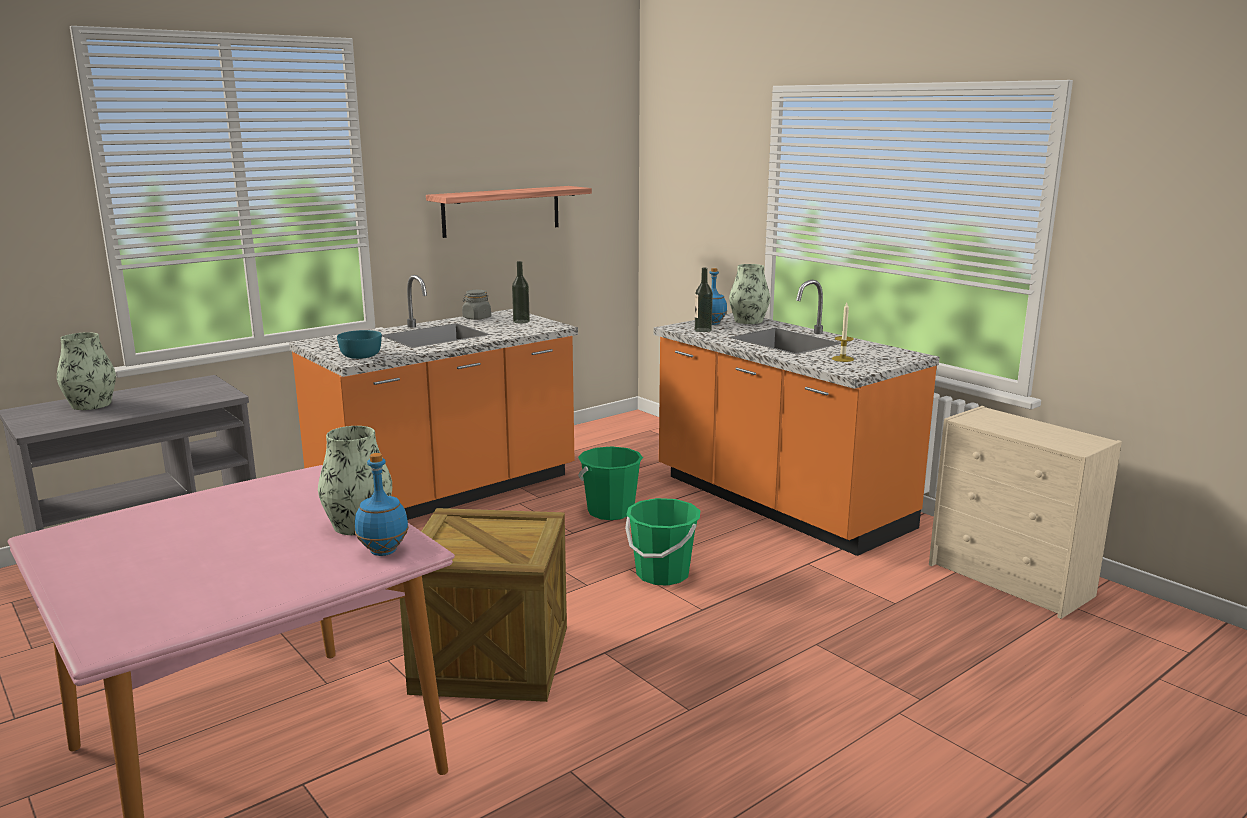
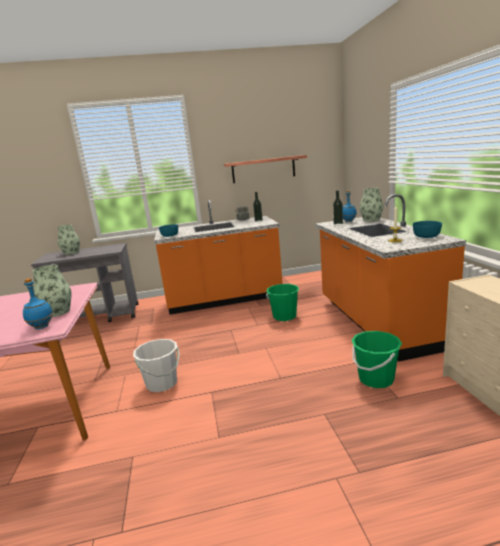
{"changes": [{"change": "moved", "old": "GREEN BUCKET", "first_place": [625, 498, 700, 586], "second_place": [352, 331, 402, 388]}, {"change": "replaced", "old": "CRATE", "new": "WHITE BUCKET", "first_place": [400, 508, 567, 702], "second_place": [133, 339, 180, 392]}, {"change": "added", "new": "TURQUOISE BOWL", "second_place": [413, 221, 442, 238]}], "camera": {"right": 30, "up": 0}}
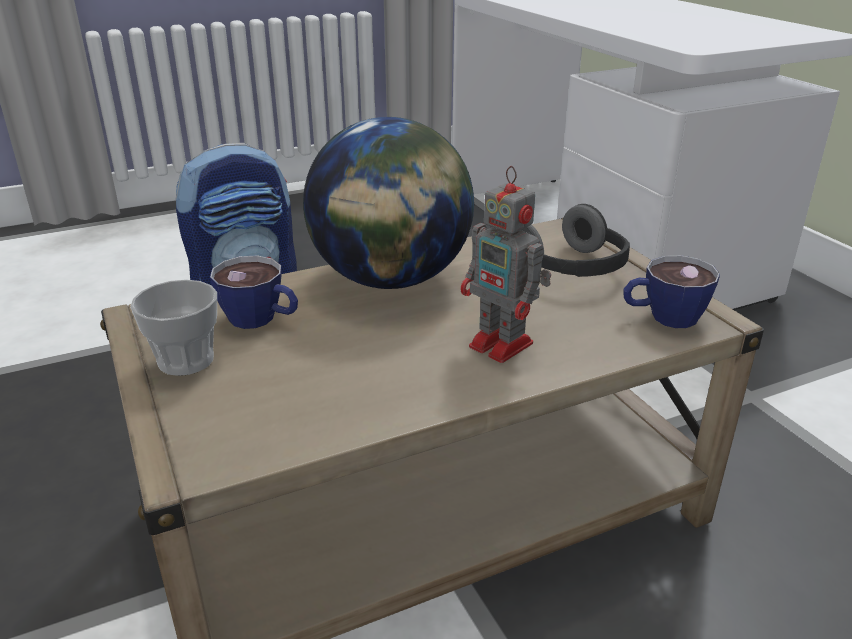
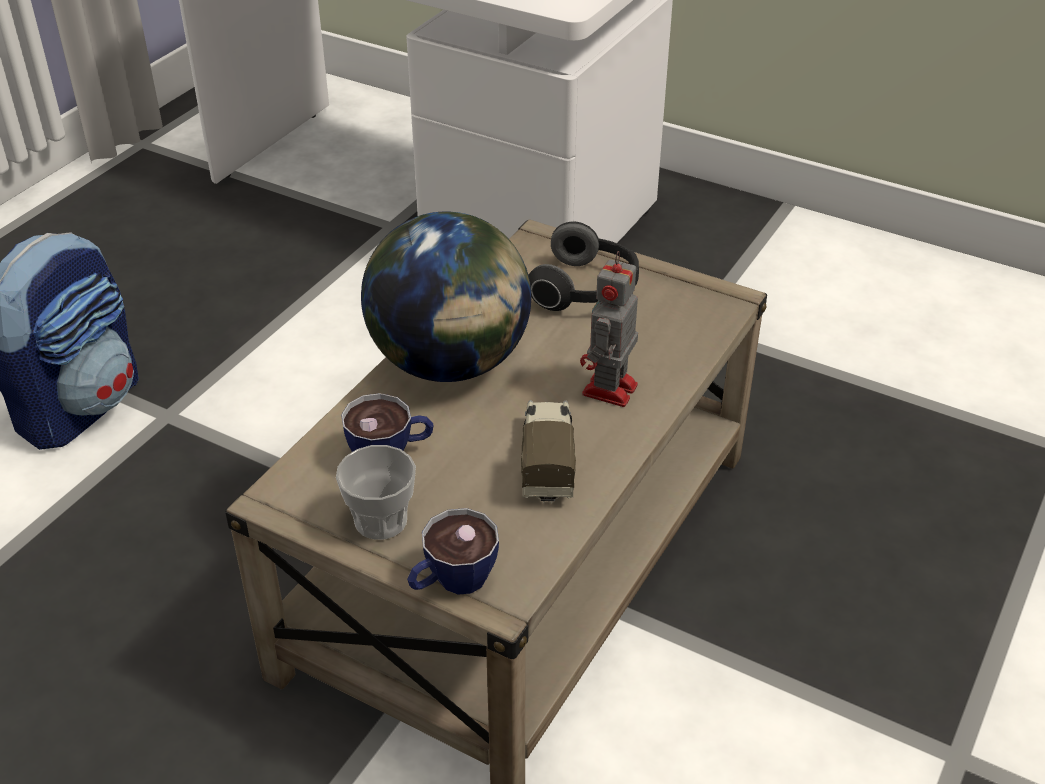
{"changes": [{"change": "turned", "old": "TOY ROBOT", "first_place": [461, 166, 551, 363], "second_place": [580, 251, 638, 407], "degrees": 105}, {"change": "moved", "old": "CUP", "first_place": [623, 255, 720, 328], "second_place": [407, 508, 499, 595]}, {"change": "added", "new": "TOY TRUCK", "second_place": [521, 400, 576, 504]}], "camera": {"right": -35, "up": 10}}
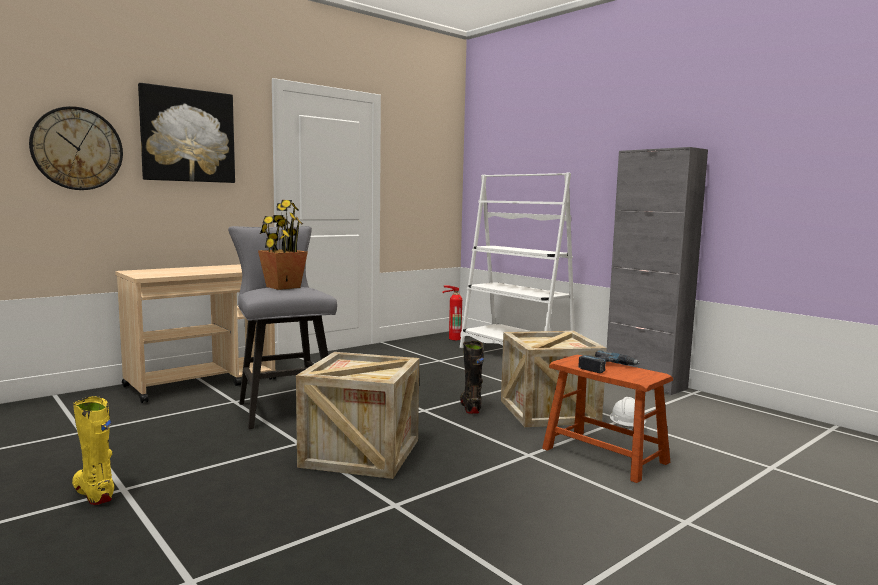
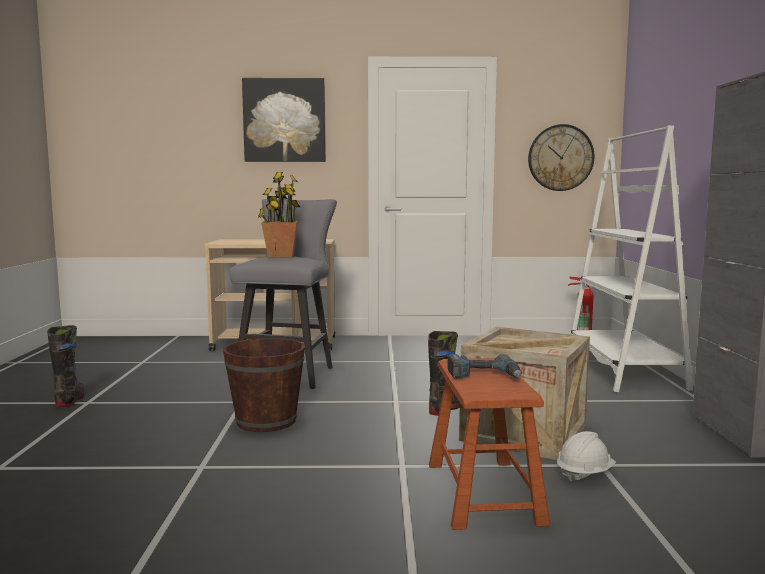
{"changes": [{"change": "moved", "old": "WALL CLOCK", "first_place": [29, 106, 123, 190], "second_place": [528, 124, 595, 191]}, {"change": "replaced", "old": "CRATE", "new": "BROWN BUCKET", "first_place": [296, 352, 419, 479], "second_place": [223, 335, 305, 432]}, {"change": "recoloured", "old": "YELLOW BOOT", "new": "BLACK BOOT", "first_place": [72, 396, 114, 505], "second_place": [47, 325, 86, 407]}], "camera": {"right": 40, "up": 0}}
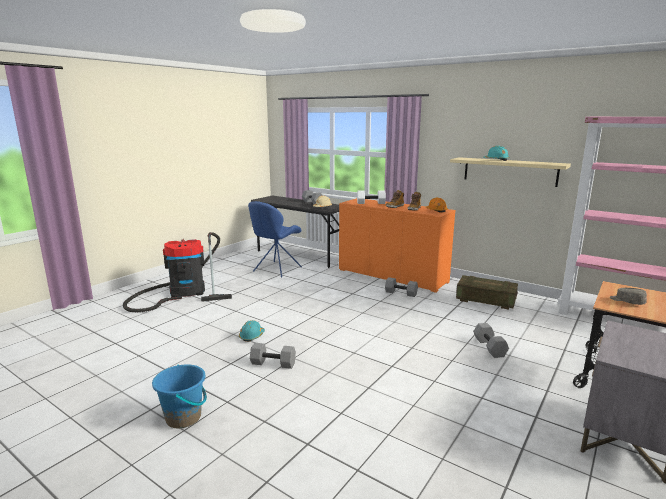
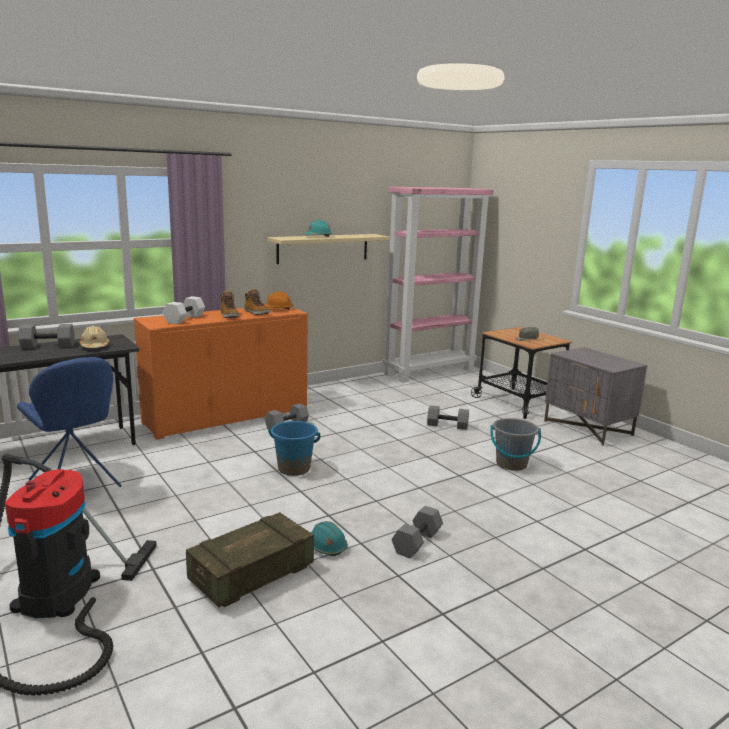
{"changes": [{"change": "moved", "old": "CRATE", "first_place": [456, 275, 518, 310], "second_place": [186, 512, 314, 608]}, {"change": "moved", "old": "BLUE BUCKET", "first_place": [152, 364, 207, 428], "second_place": [268, 421, 320, 476]}, {"change": "added", "new": "GREY BUCKET", "second_place": [490, 418, 541, 471]}], "camera": {"right": -70, "up": 0}}
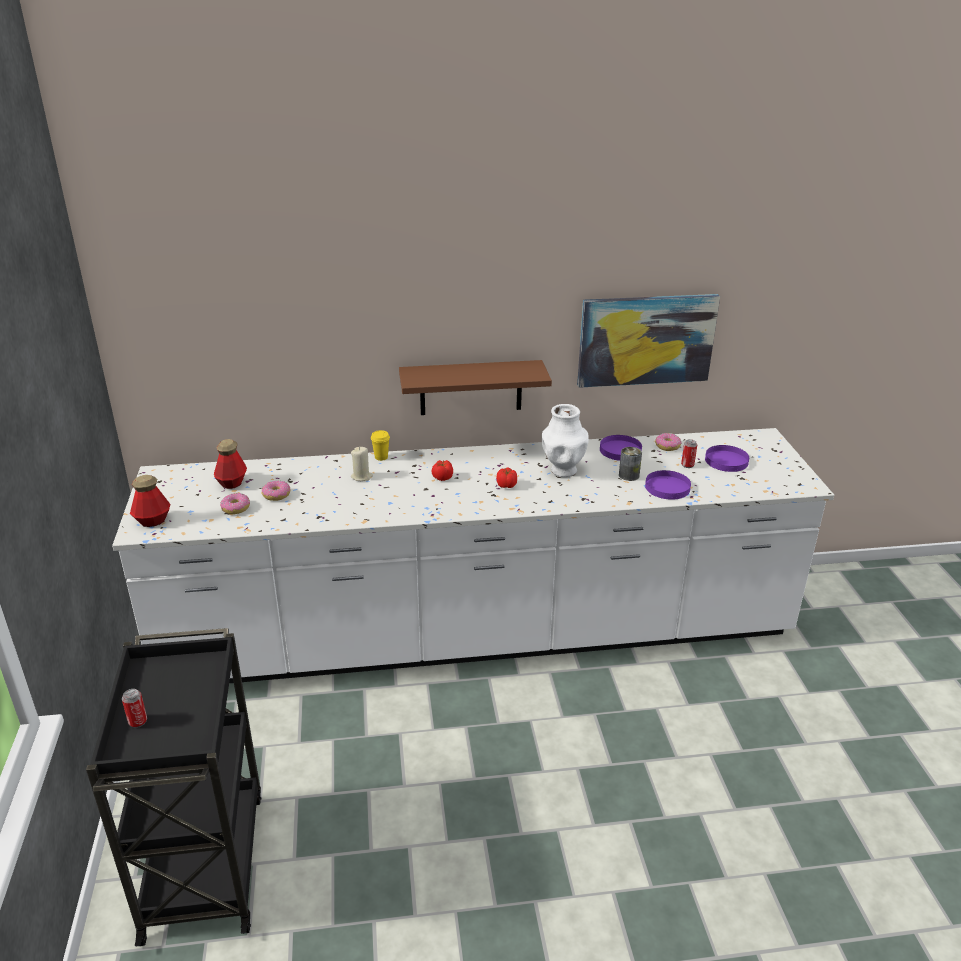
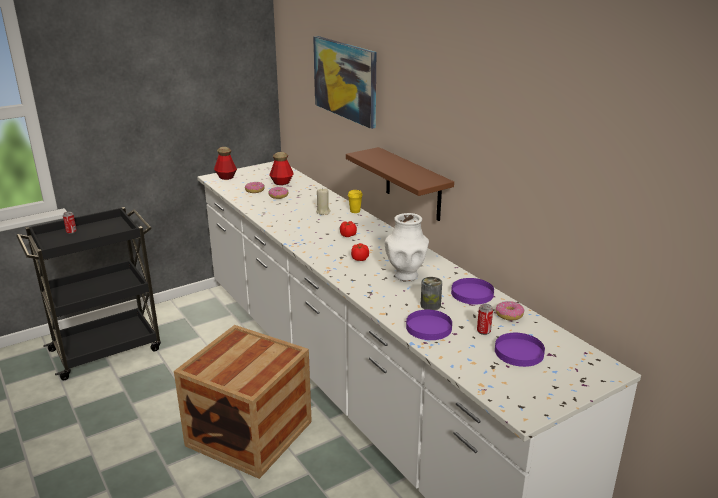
{"changes": [{"change": "moved", "old": "PICTURE", "first_place": [577, 294, 720, 388], "second_place": [313, 36, 376, 129]}, {"change": "added", "new": "CRATE", "second_place": [174, 325, 312, 479]}], "camera": {"right": 65, "up": -5}}
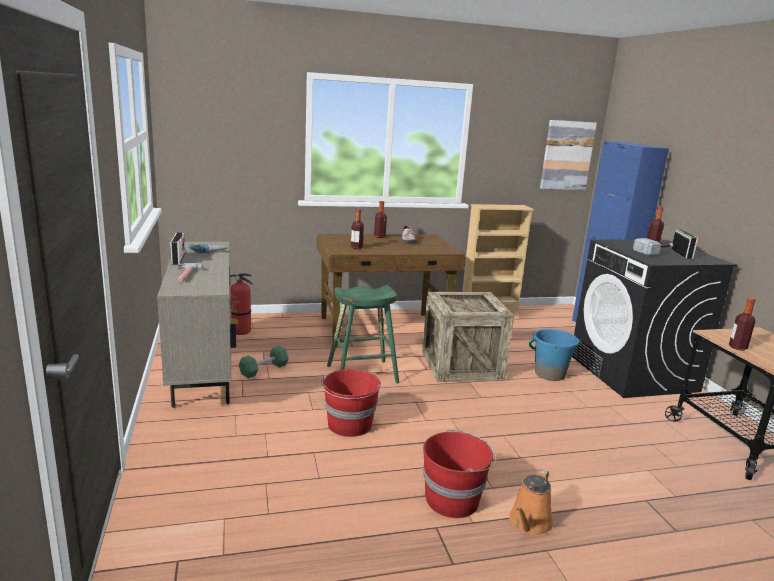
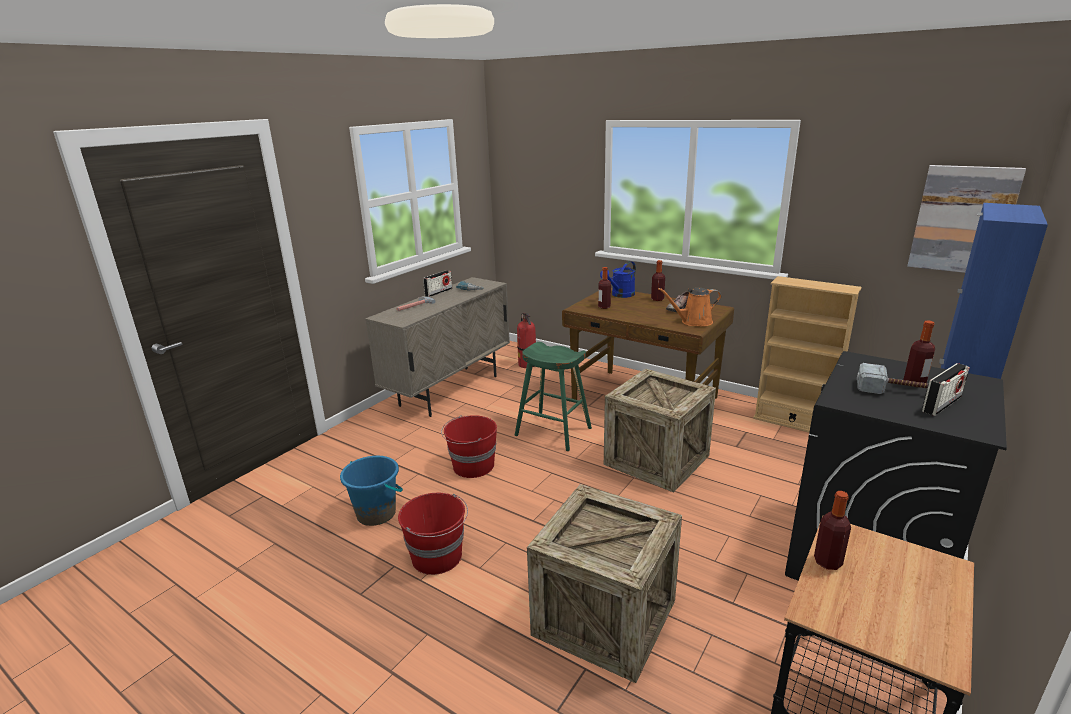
{"changes": [{"change": "moved", "old": "BLUE BUCKET", "first_place": [529, 329, 580, 381], "second_place": [340, 456, 403, 526]}, {"change": "removed", "old": "GREEN DUMBBELL", "first_place": [239, 346, 289, 378]}, {"change": "moved", "old": "ORANGE WATERING CAN", "first_place": [509, 469, 553, 536], "second_place": [658, 288, 721, 327]}, {"change": "added", "new": "BLUE WATERING CAN", "second_place": [600, 261, 636, 298]}, {"change": "added", "new": "CRATE", "second_place": [527, 484, 682, 683]}], "camera": {"right": 50, "up": 5}}
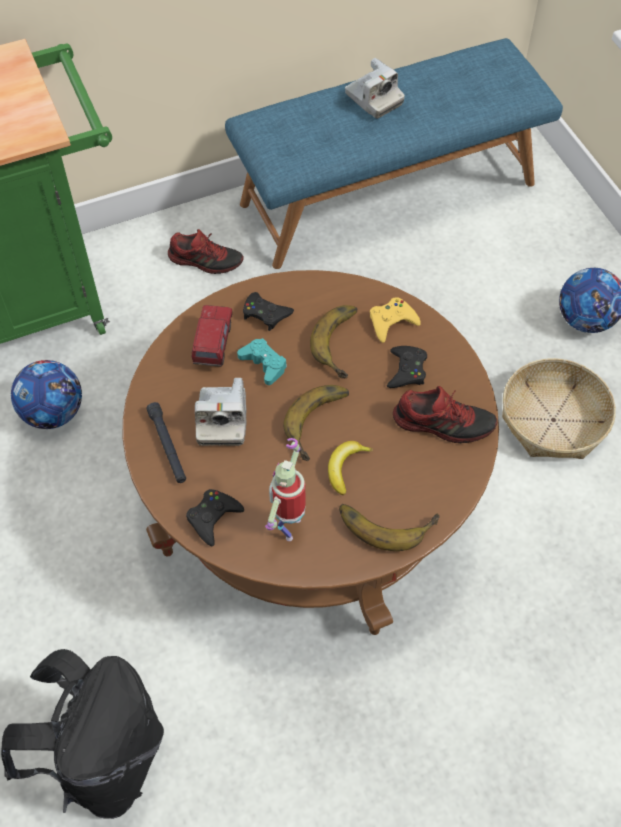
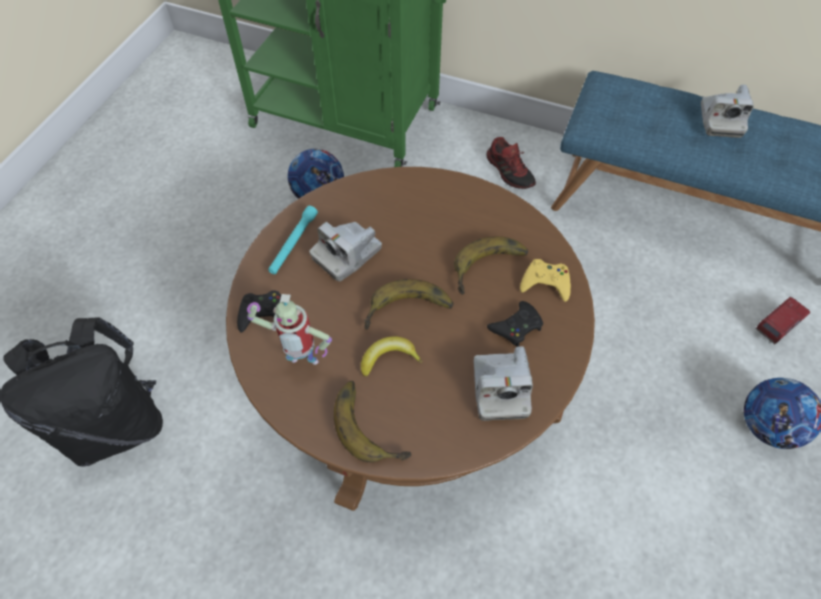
{"changes": [{"change": "removed", "old": "BLACK GAME CONTROLLER", "first_place": [243, 292, 294, 331]}, {"change": "moved", "old": "TOY TRUCK", "first_place": [191, 305, 232, 367], "second_place": [756, 297, 810, 344]}, {"change": "removed", "old": "TURQUOISE GAME CONTROLLER", "first_place": [237, 338, 287, 385]}, {"change": "removed", "old": "BASKET", "first_place": [502, 358, 616, 459]}, {"change": "replaced", "old": "SHOE", "new": "PHOTO CAMERA", "first_place": [393, 386, 497, 443], "second_place": [474, 346, 533, 421]}, {"change": "recoloured", "old": "BLACK FLASHLIGHT", "new": "TURQUOISE FLASHLIGHT", "first_place": [146, 402, 186, 483], "second_place": [268, 206, 318, 274]}, {"change": "turned", "old": "TOY ROBOT", "first_place": [265, 438, 305, 541], "second_place": [247, 294, 332, 365], "degrees": -150}], "camera": {"right": 45, "up": 0}}
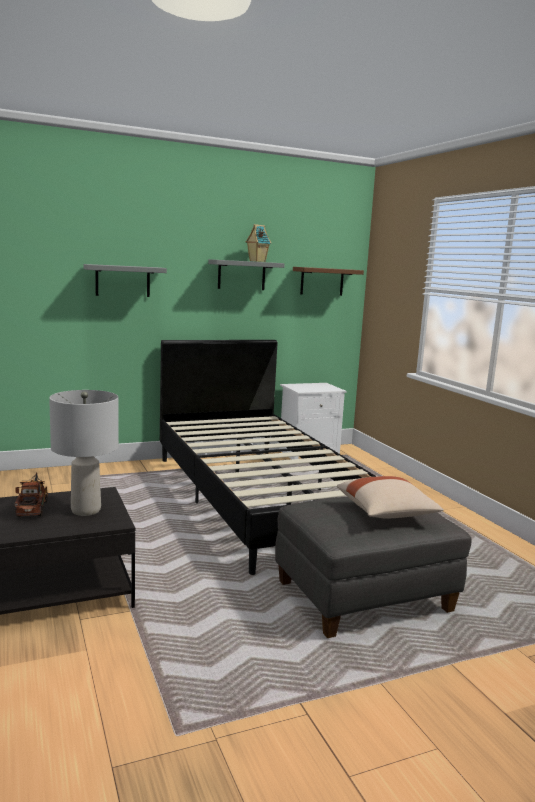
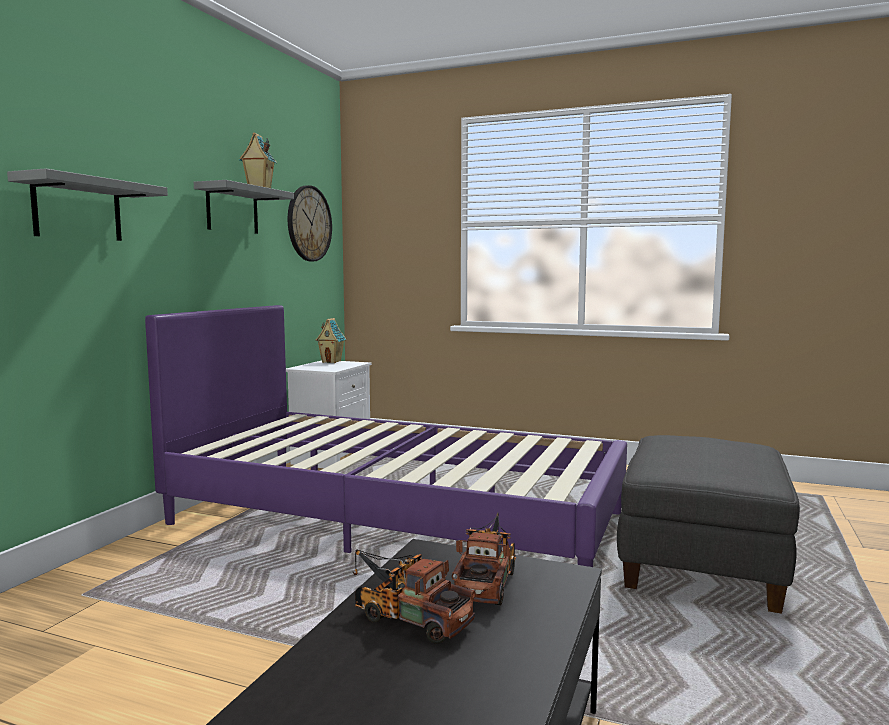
{"changes": [{"change": "replaced", "old": "BROWN SHELF", "new": "WALL CLOCK", "first_place": [293, 267, 364, 296], "second_place": [288, 185, 332, 261]}, {"change": "recoloured", "old": "BLACK BED", "new": "PURPLE BED", "first_place": [160, 340, 377, 575], "second_place": [145, 305, 627, 567]}, {"change": "replaced", "old": "GREY TABLE LAMP", "new": "TOY TRUCK", "first_place": [49, 390, 119, 516], "second_place": [452, 513, 516, 605]}, {"change": "removed", "old": "BEIGE PILLOW", "first_place": [337, 476, 444, 519]}, {"change": "added", "new": "TOY HOUSE", "second_place": [316, 318, 346, 363]}], "camera": {"right": -45, "up": -5}}
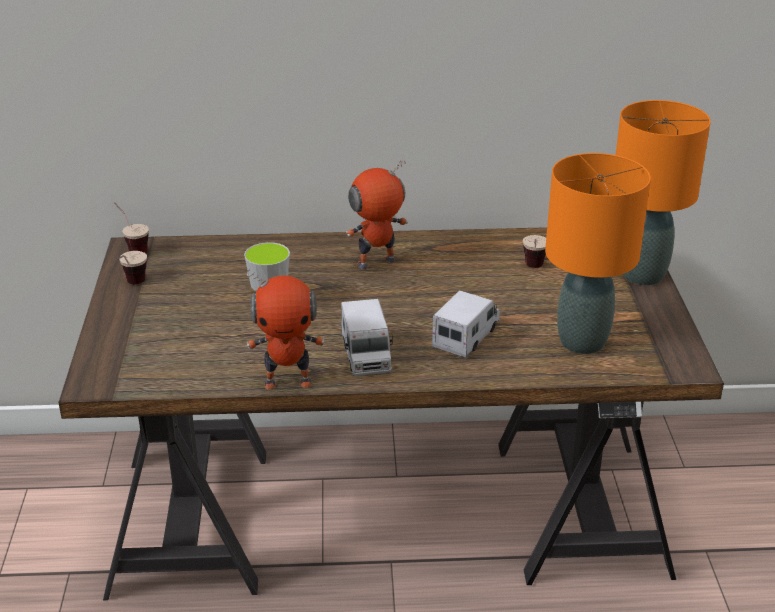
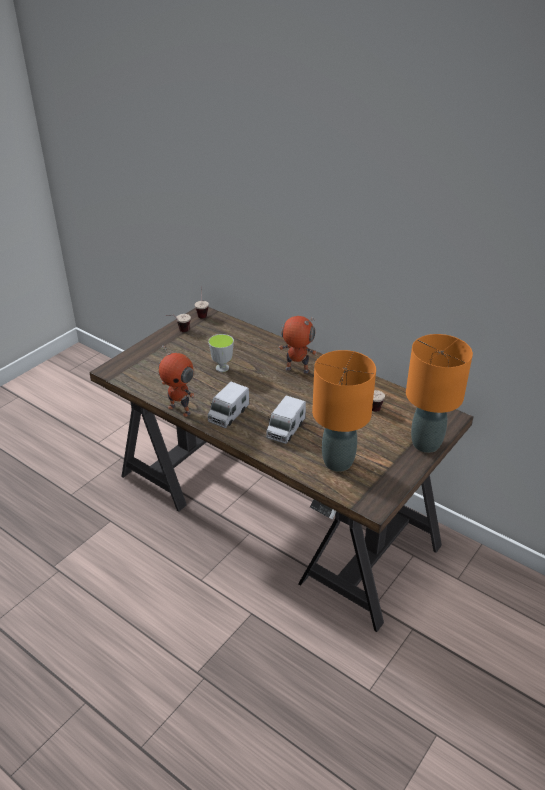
{"changes": [{"change": "turned", "old": "TOY TRUCK", "first_place": [432, 290, 500, 358], "second_place": [266, 396, 306, 444], "degrees": 135}], "camera": {"right": 40, "up": 5}}
